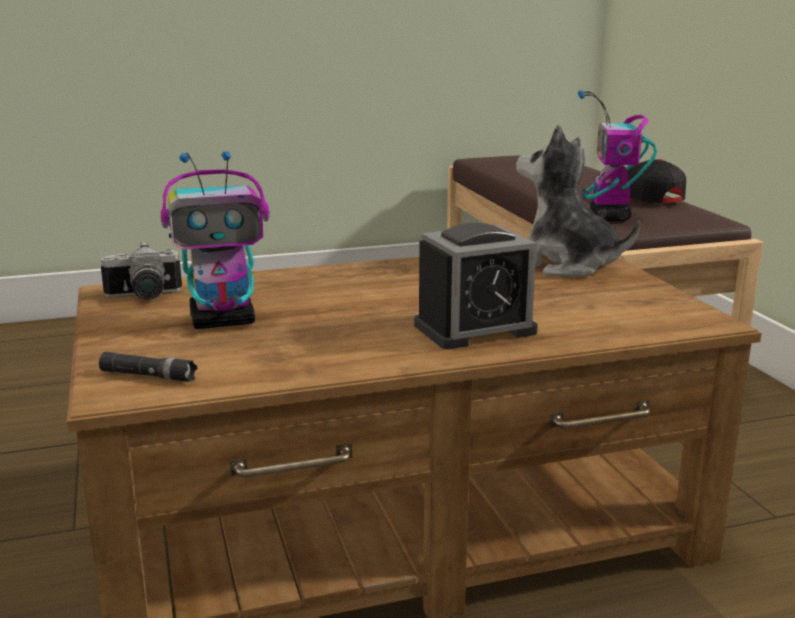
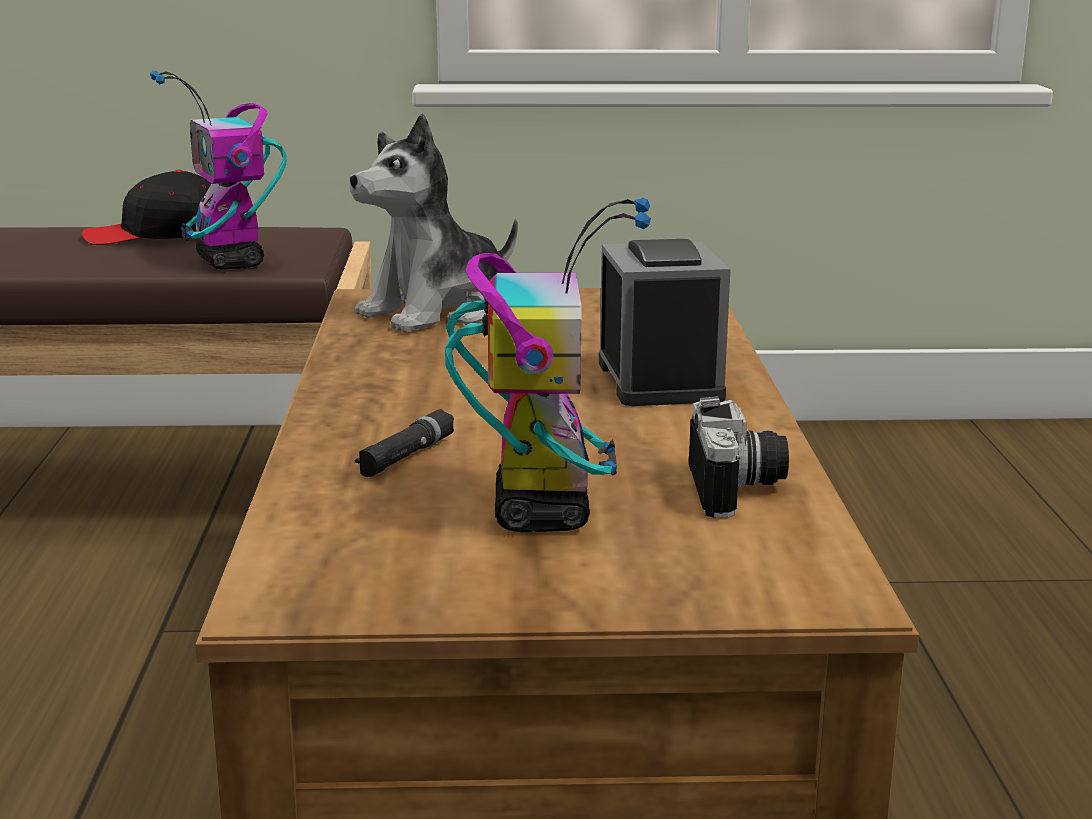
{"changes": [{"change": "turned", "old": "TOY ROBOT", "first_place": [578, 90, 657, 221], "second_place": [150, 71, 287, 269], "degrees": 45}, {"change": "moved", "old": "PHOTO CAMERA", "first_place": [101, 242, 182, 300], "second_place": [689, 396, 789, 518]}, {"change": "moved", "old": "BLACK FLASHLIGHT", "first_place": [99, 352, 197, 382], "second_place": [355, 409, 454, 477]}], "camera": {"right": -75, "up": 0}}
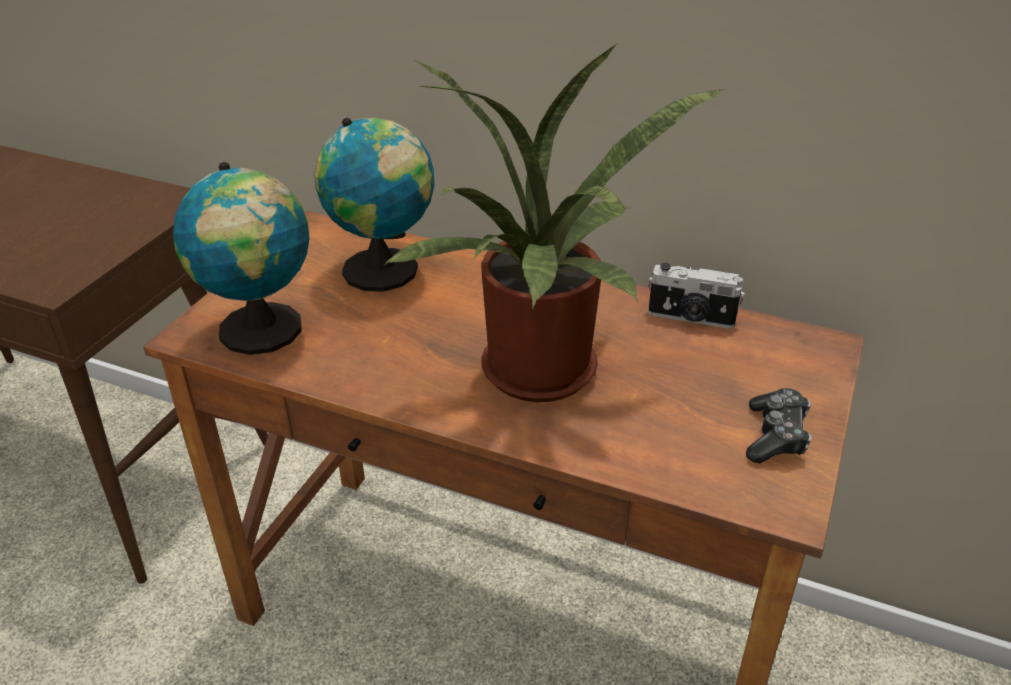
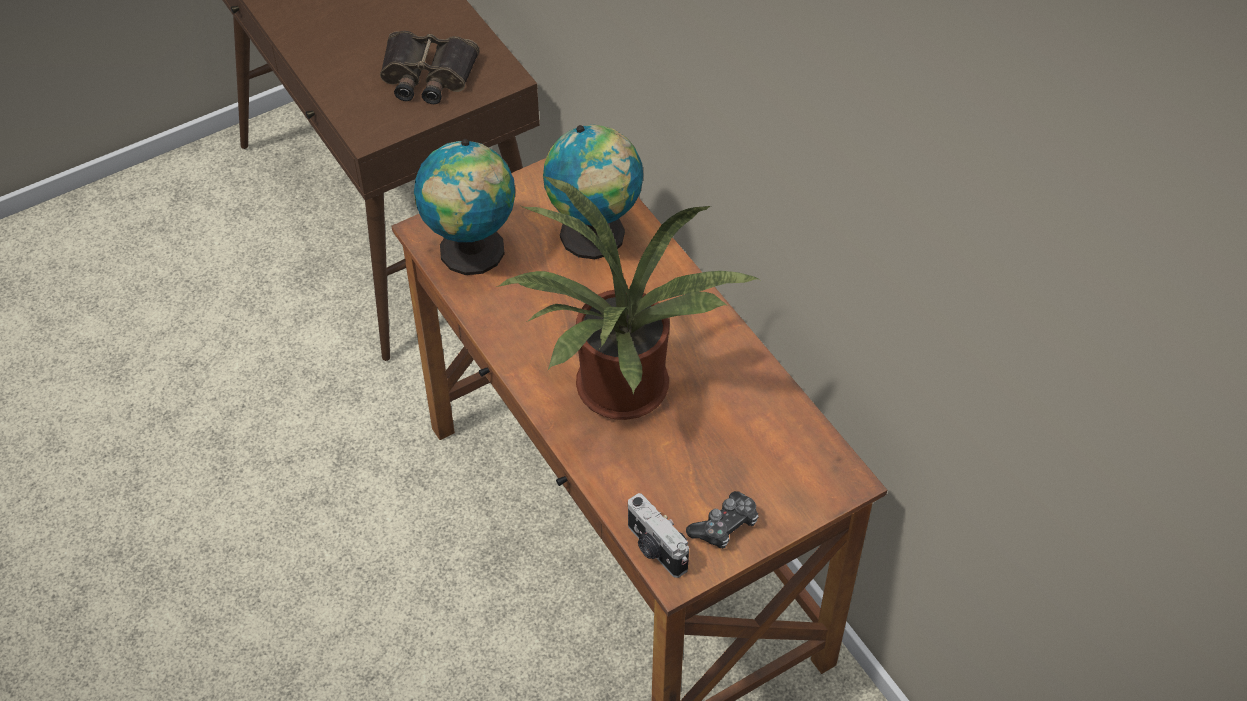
{"changes": [{"change": "moved", "old": "PHOTO CAMERA", "first_place": [648, 263, 745, 329], "second_place": [628, 493, 689, 578]}, {"change": "added", "new": "BINOCULARS", "second_place": [380, 31, 479, 104]}], "camera": {"right": 35, "up": 15}}
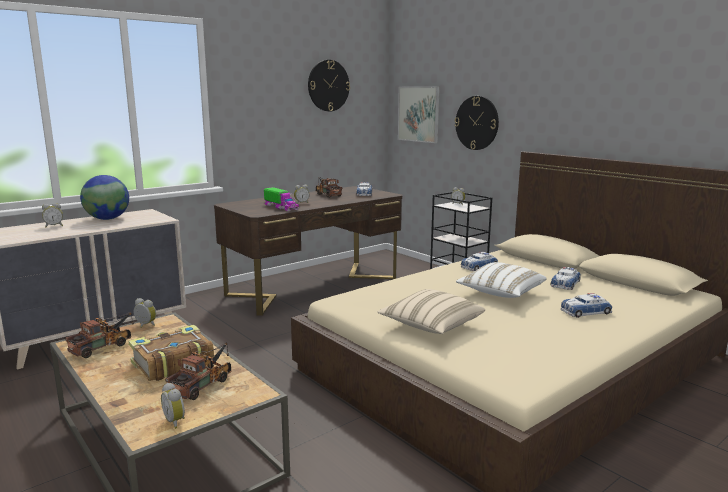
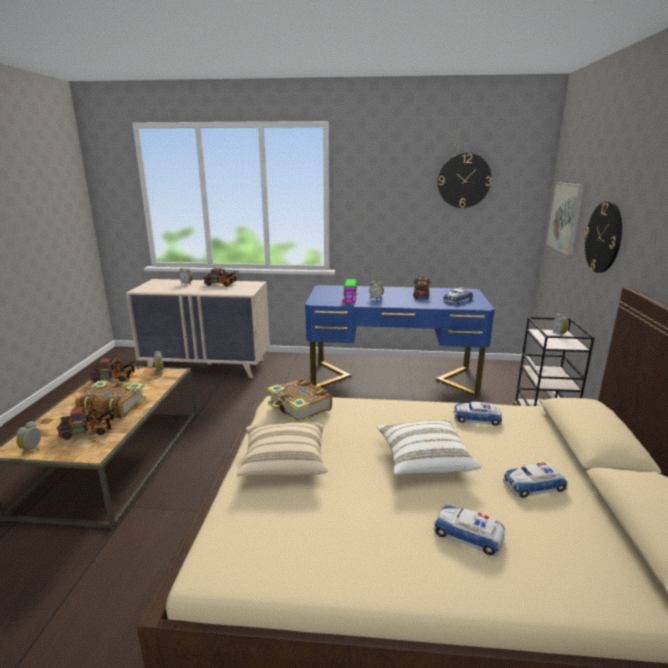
{"changes": [{"change": "replaced", "old": "GLOBE", "new": "TOY TRUCK", "first_place": [80, 175, 129, 220], "second_place": [203, 268, 240, 287]}, {"change": "recoloured", "old": "BROWN DESK", "new": "BLUE DESK", "first_place": [214, 186, 402, 316], "second_place": [305, 285, 495, 397]}, {"change": "added", "new": "BOOK", "second_place": [267, 378, 332, 423]}], "camera": {"right": 45, "up": 5}}
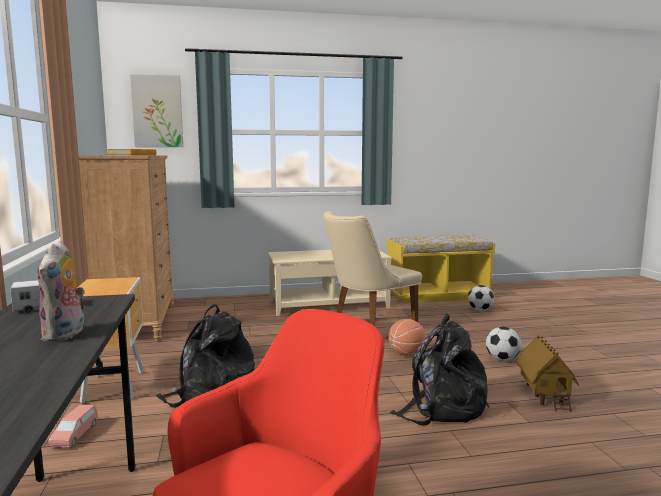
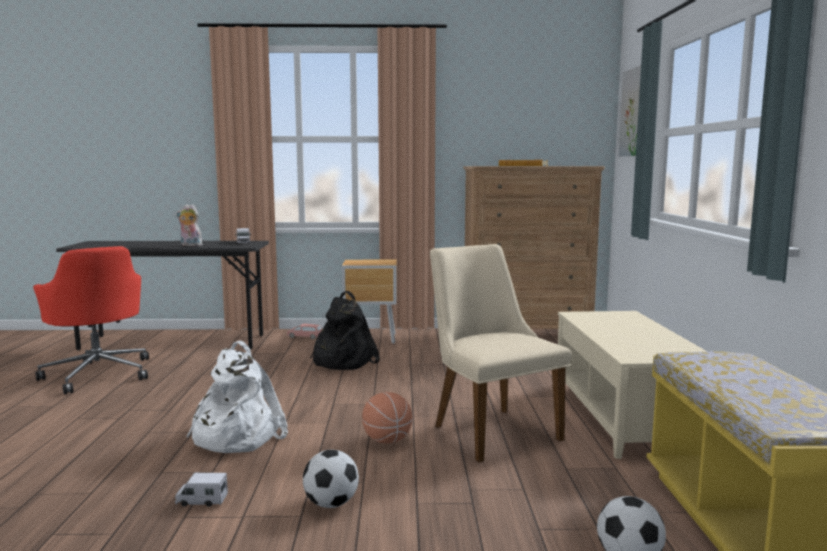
{"changes": [{"change": "recoloured", "old": "BLACK BACKPACK", "new": "WHITE BACKPACK", "first_place": [390, 313, 489, 426], "second_place": [186, 341, 288, 453]}, {"change": "replaced", "old": "TOY HOUSE", "new": "TOY TRUCK", "first_place": [516, 335, 579, 412], "second_place": [175, 473, 228, 507]}], "camera": {"right": 100, "up": 0}}
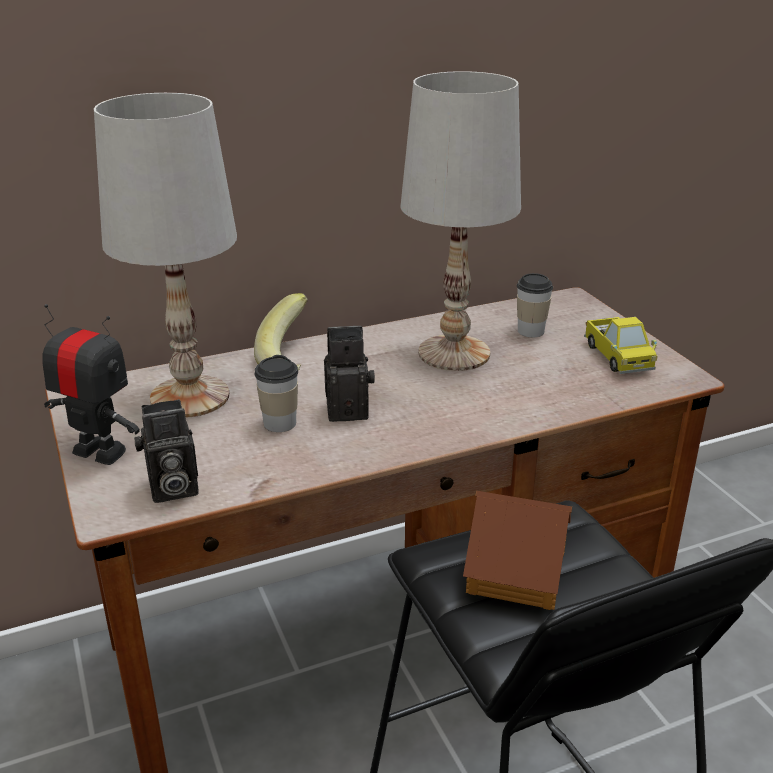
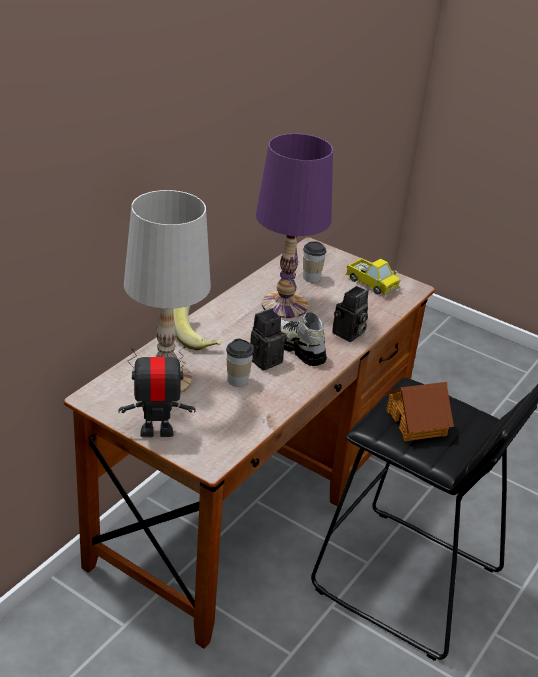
{"changes": [{"change": "recoloured", "old": "WHITE TABLE LAMP", "new": "PURPLE TABLE LAMP", "first_place": [400, 71, 521, 371], "second_place": [256, 133, 333, 318]}, {"change": "moved", "old": "PHOTO CAMERA", "first_place": [134, 399, 199, 503], "second_place": [332, 286, 369, 342]}, {"change": "added", "new": "SHOE", "second_place": [281, 312, 327, 366]}], "camera": {"right": -35, "up": 5}}
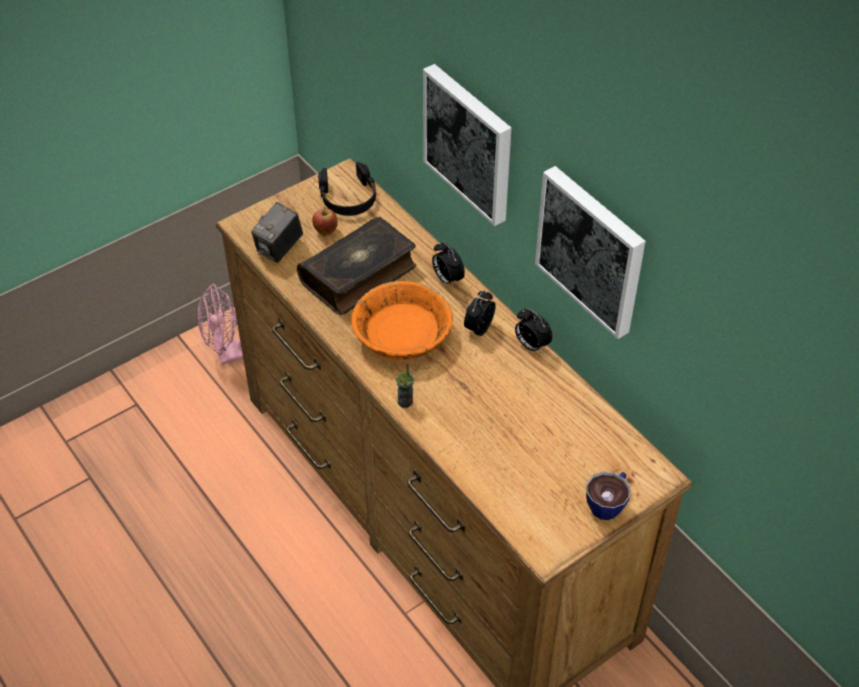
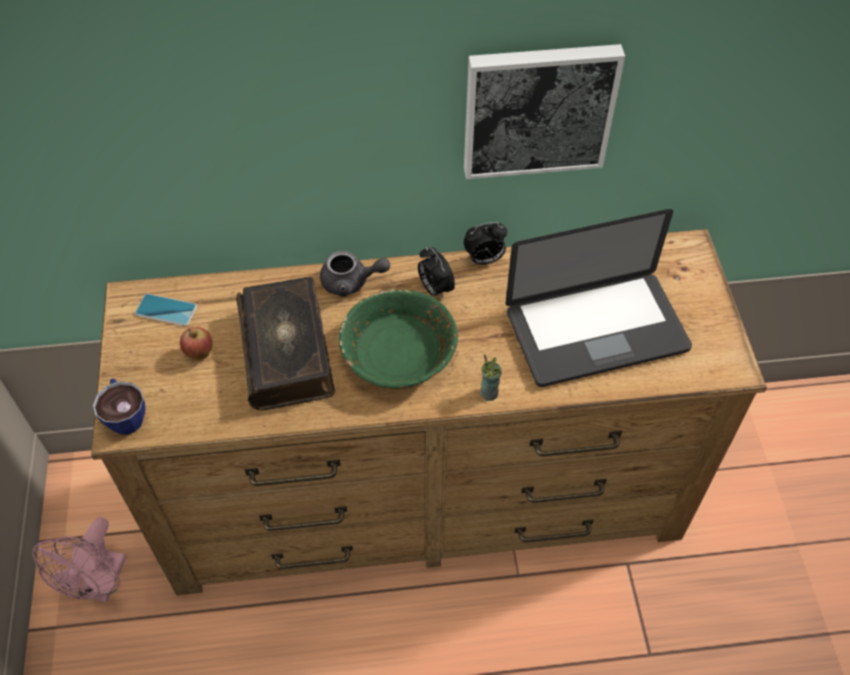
{"changes": [{"change": "removed", "old": "PICTURE", "first_place": [423, 64, 511, 226]}, {"change": "replaced", "old": "BLACK HEADPHONES", "new": "PHONE", "first_place": [318, 162, 376, 216], "second_place": [135, 294, 197, 326]}, {"change": "removed", "old": "PHOTO CAMERA", "first_place": [251, 202, 303, 263]}, {"change": "replaced", "old": "ALARM CLOCK", "new": "GREY TEAPOT", "first_place": [432, 241, 465, 288], "second_place": [320, 251, 390, 296]}, {"change": "recoloured", "old": "ORANGE BOWL", "new": "GREEN BOWL", "first_place": [351, 281, 453, 360], "second_place": [338, 290, 458, 389]}, {"change": "moved", "old": "CUP", "first_place": [586, 472, 630, 520], "second_place": [93, 379, 146, 435]}, {"change": "added", "new": "LAPTOP", "second_place": [506, 209, 692, 387]}], "camera": {"right": -60, "up": 5}}
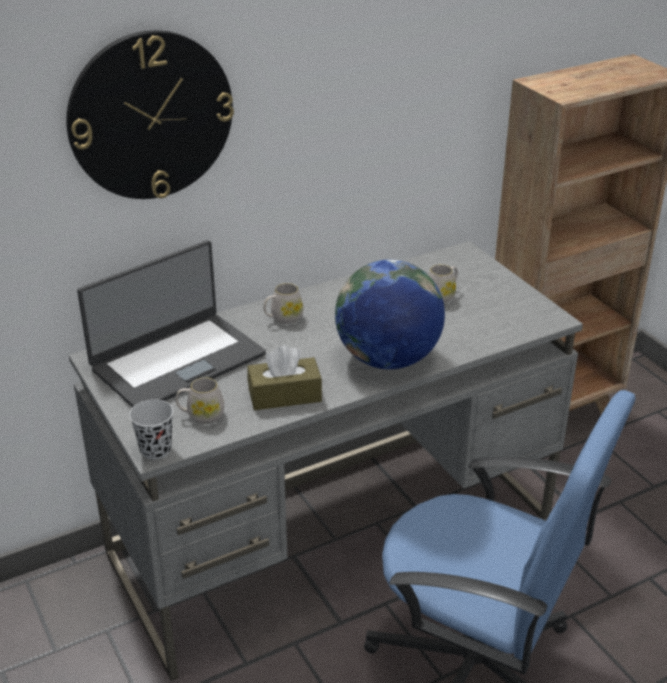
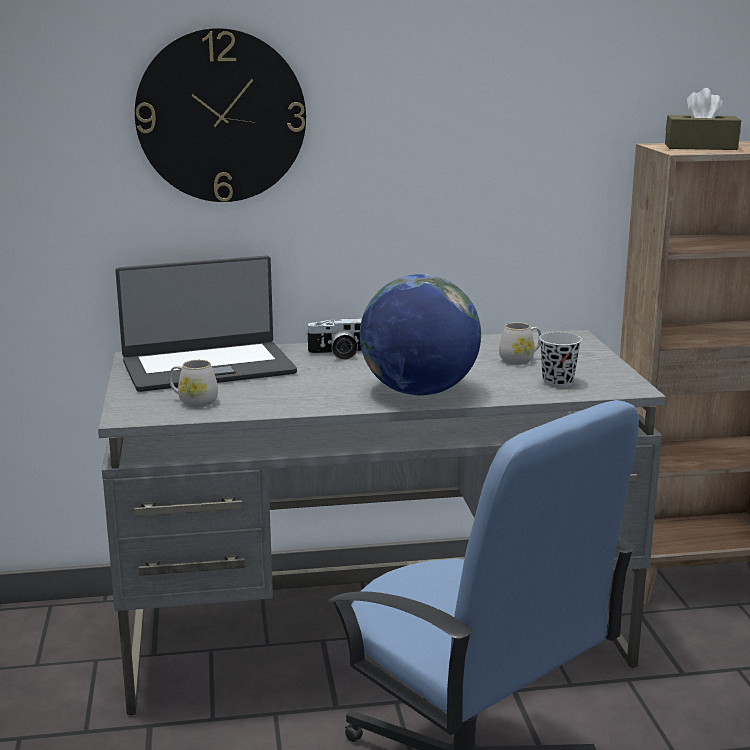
{"changes": [{"change": "replaced", "old": "WHITE MUG", "new": "PHOTO CAMERA", "first_place": [263, 283, 303, 324], "second_place": [305, 318, 362, 360]}, {"change": "moved", "old": "BROWN TISSUE BOX", "first_place": [247, 345, 322, 410], "second_place": [665, 88, 741, 150]}, {"change": "moved", "old": "BLACK CUP", "first_place": [129, 399, 173, 460], "second_place": [539, 332, 582, 387]}], "camera": {"right": 20, "up": -15}}
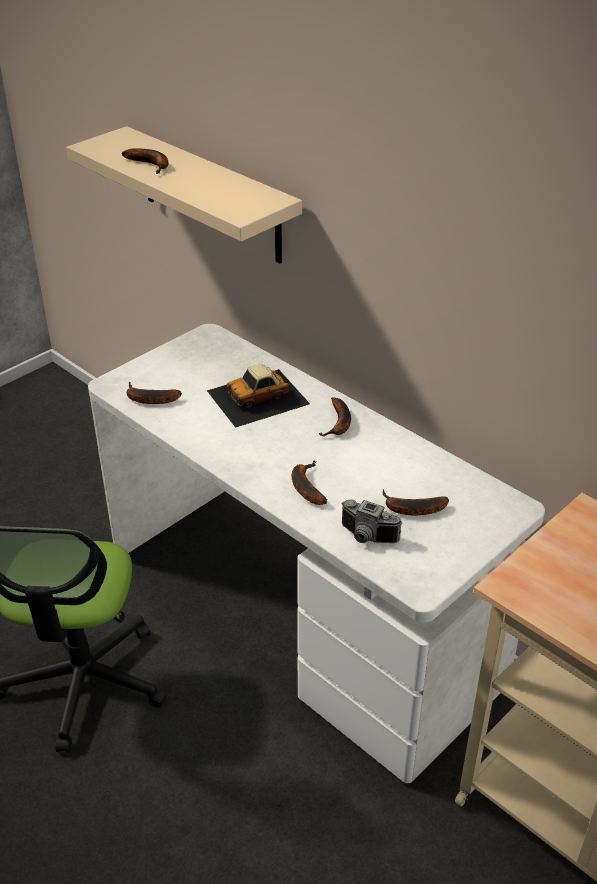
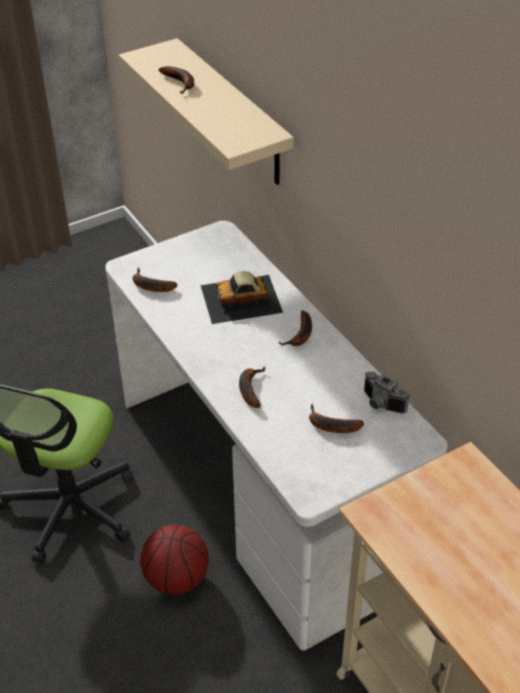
{"changes": [{"change": "moved", "old": "PHOTO CAMERA", "first_place": [341, 499, 402, 543], "second_place": [364, 372, 409, 414]}, {"change": "added", "new": "BASKETBALL", "second_place": [140, 525, 209, 595]}], "camera": {"right": 15, "up": 5}}
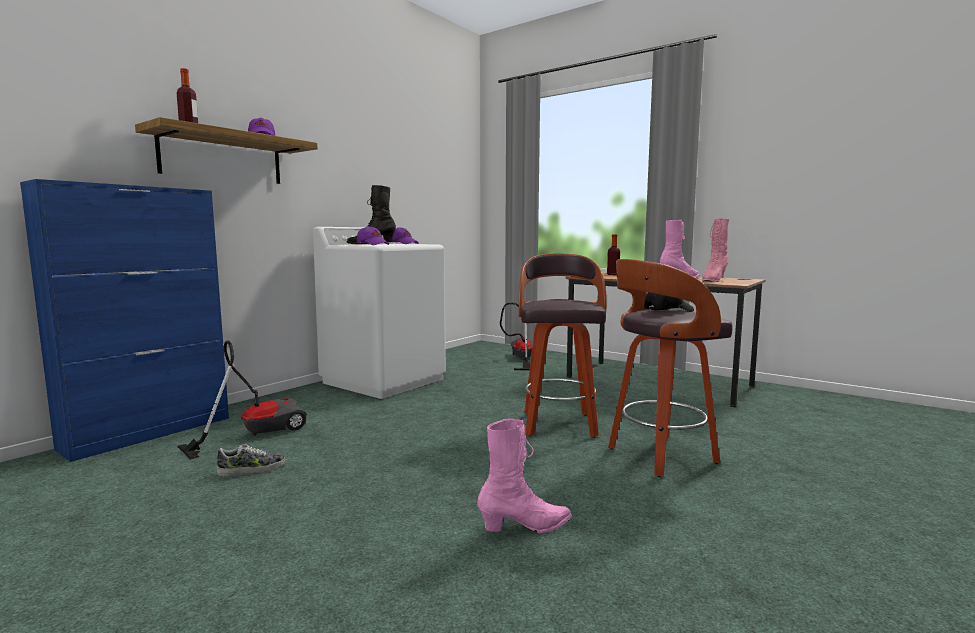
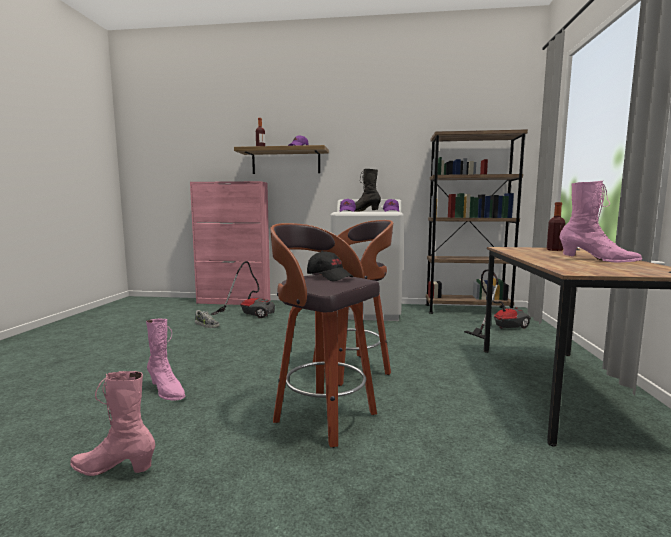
{"changes": [{"change": "recoloured", "old": "BLUE CABINET", "new": "PINK CABINET", "first_place": [20, 179, 229, 462], "second_place": [190, 181, 270, 305]}, {"change": "moved", "old": "PINK BOOT", "first_place": [702, 218, 729, 282], "second_place": [70, 371, 156, 476]}, {"change": "added", "new": "BROWN BOOKCASE", "second_place": [426, 129, 528, 314]}], "camera": {"right": 60, "up": 0}}
